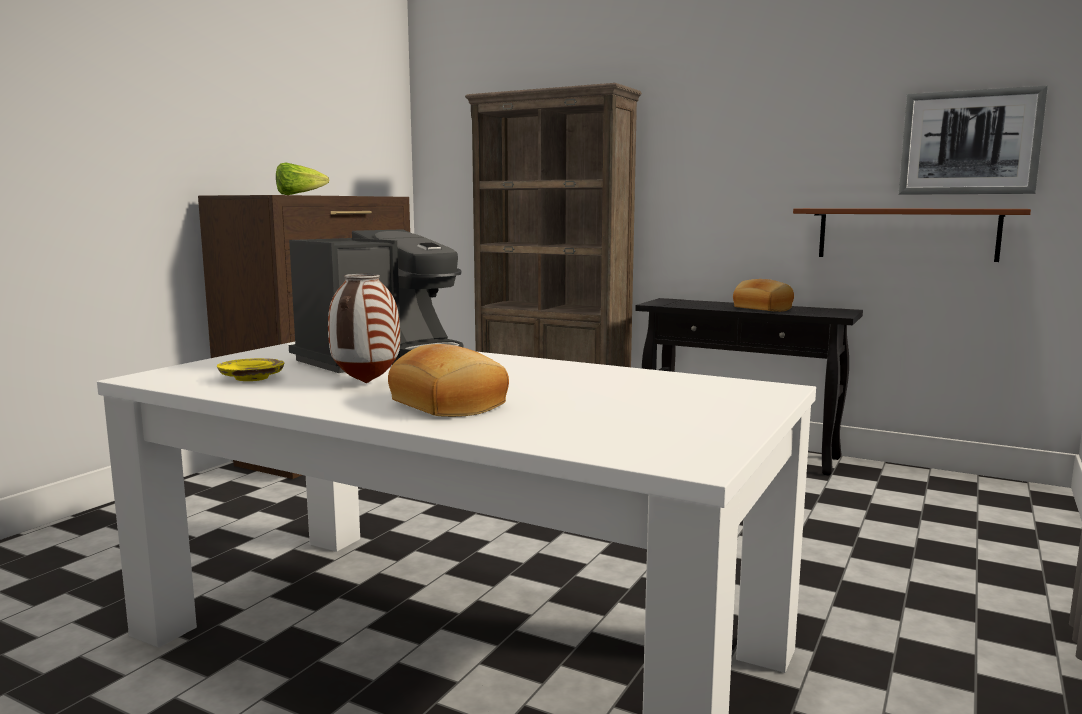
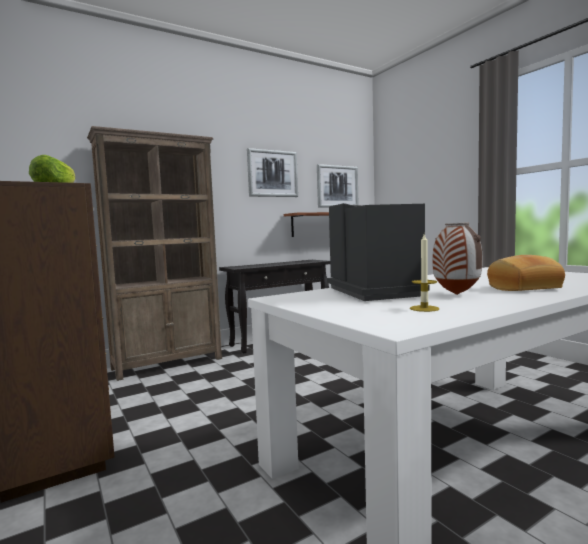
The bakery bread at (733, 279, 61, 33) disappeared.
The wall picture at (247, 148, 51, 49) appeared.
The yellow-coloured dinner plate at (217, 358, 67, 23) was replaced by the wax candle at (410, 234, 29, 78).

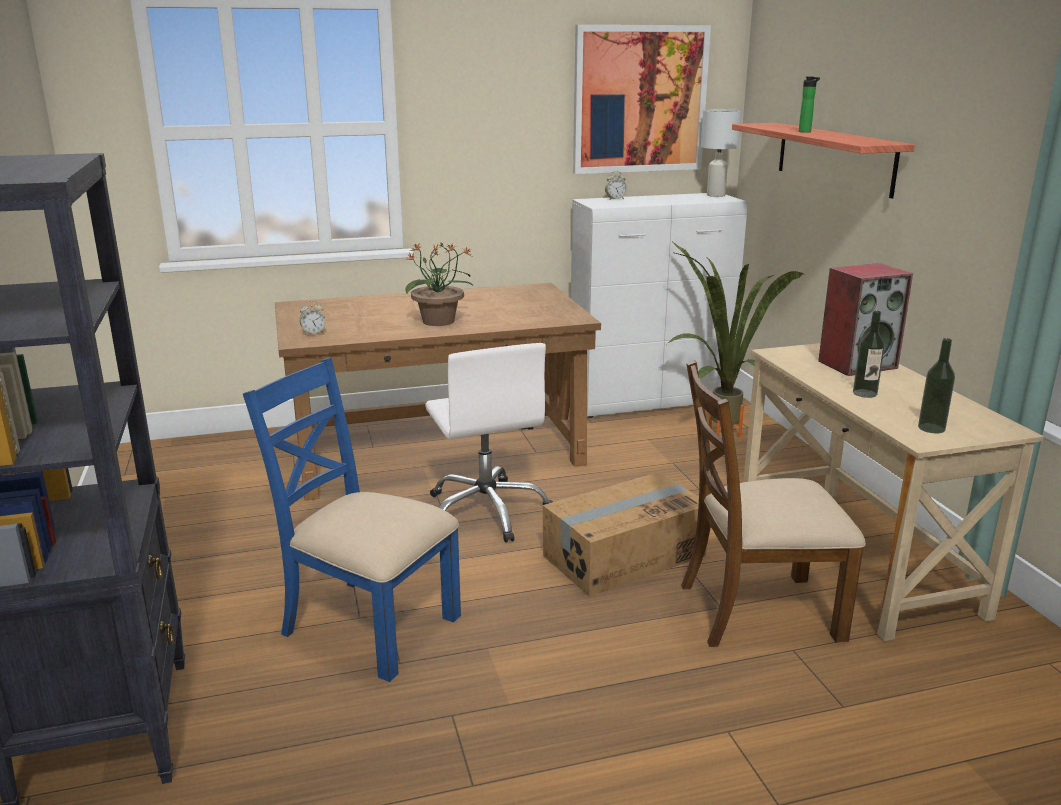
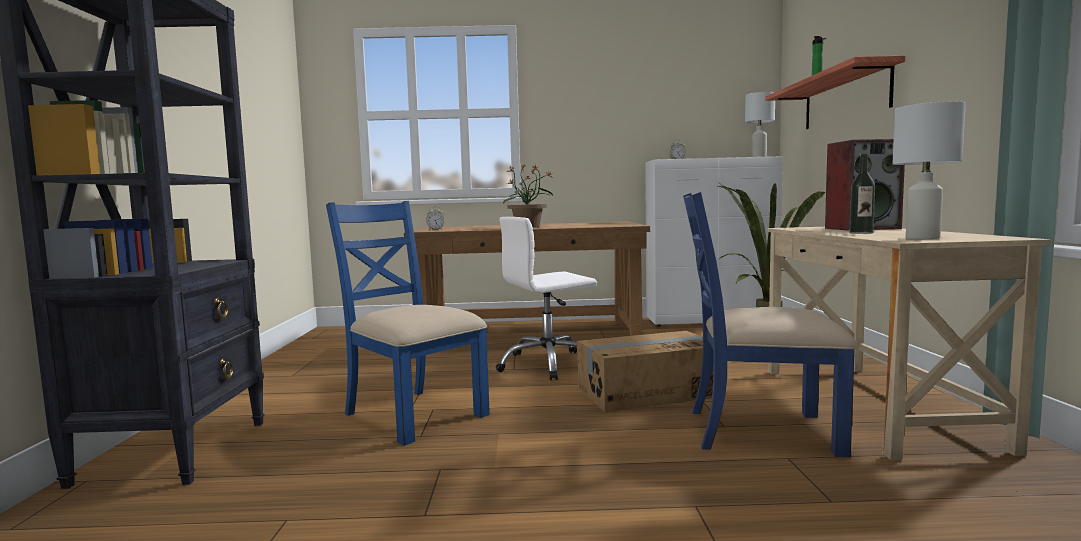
The wall picture at (573, 25, 138, 149) disappeared.
The bottle at (918, 338, 37, 95) was replaced by the white lamp for a table at (893, 101, 73, 138).
The brown-coloured chair at (681, 360, 185, 287) became the bluish chair at (683, 192, 174, 265).
The white office chair at (425, 343, 128, 200) turned 75 degrees clockwise.

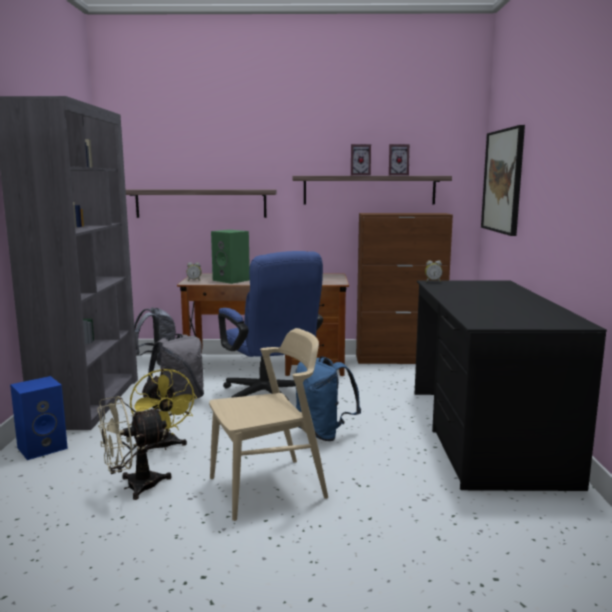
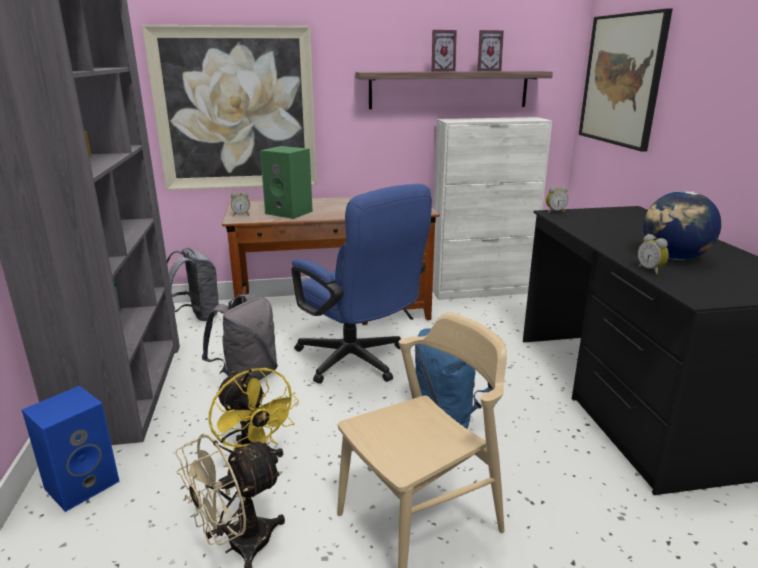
The table clock at (638, 234, 31, 41) appeared.
The world globe at (643, 191, 78, 69) appeared.
The wall shelf at (126, 190, 151, 28) was replaced by the wall picture at (142, 25, 175, 165).
The brown-coloured cabinet at (356, 213, 97, 151) became the white cabinet at (432, 117, 120, 183).

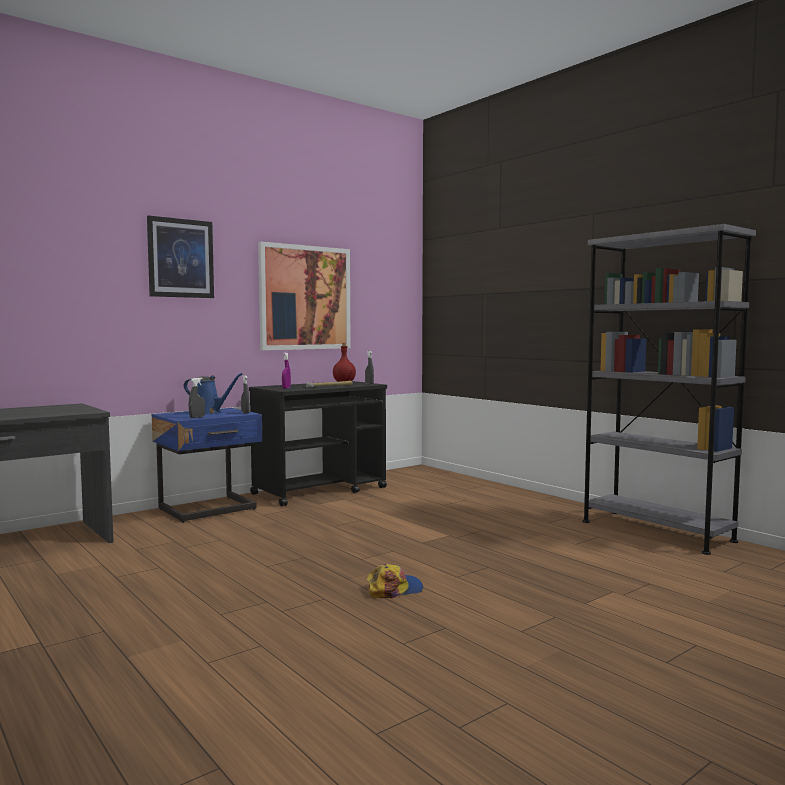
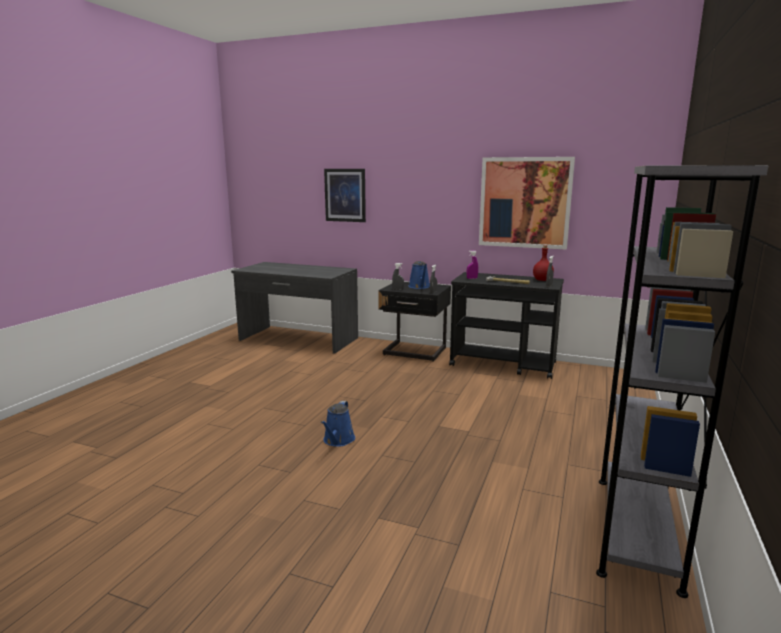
The wall picture moved from (147, 215, 67, 83) to (324, 169, 42, 53).
The peaked cap at (366, 564, 57, 34) was replaced by the bluish watering pot at (321, 401, 34, 46).
The bluish nightstand at (152, 408, 110, 115) became the black nightstand at (379, 282, 72, 80).

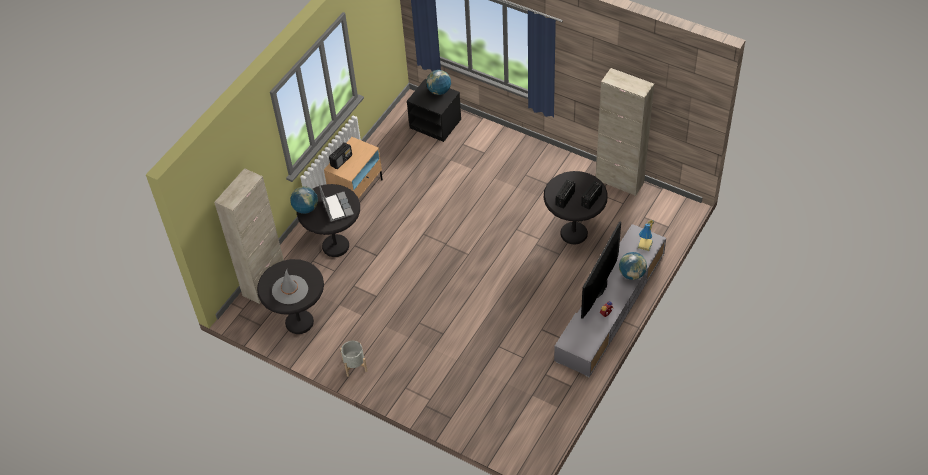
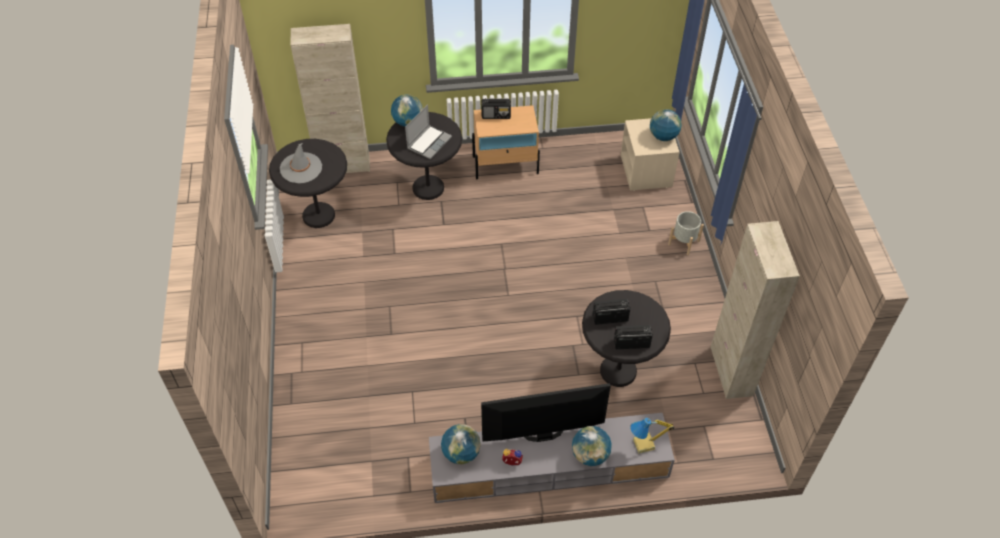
The world globe at (441, 424, 40, 40) appeared.
The grey plant pot moved from (340, 341, 27, 36) to (668, 211, 36, 44).
The black nightstand at (407, 79, 54, 63) became the sand-coloured nightstand at (621, 118, 59, 73).

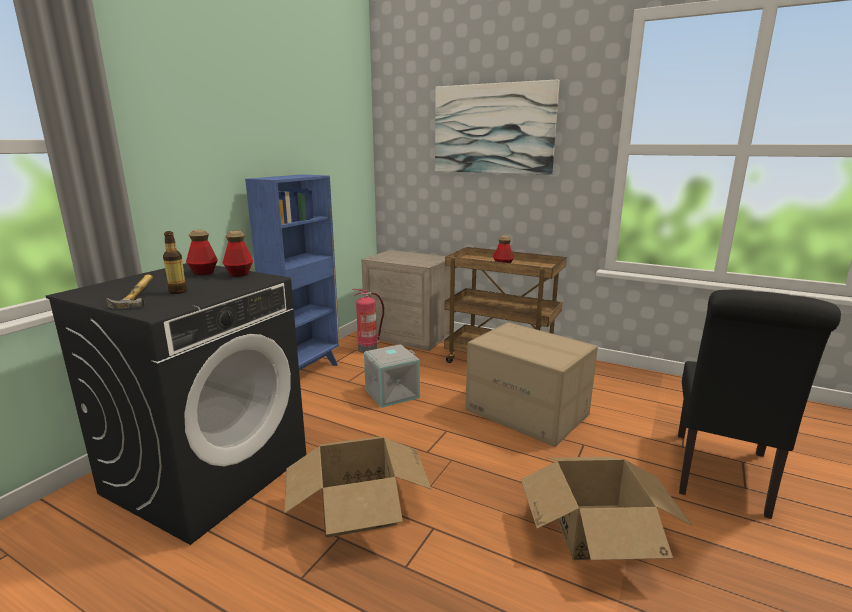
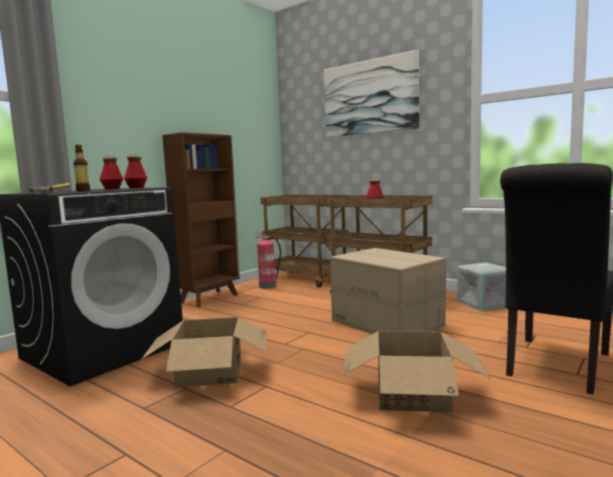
The grey storage bin moved from (364, 344, 56, 64) to (457, 262, 49, 49).
The sand-coloured nightstand at (361, 250, 90, 101) was replaced by the brown-coloured cart at (260, 195, 89, 93).
The bluish shelving unit at (245, 174, 95, 196) became the brown-coloured shelving unit at (162, 132, 78, 175).

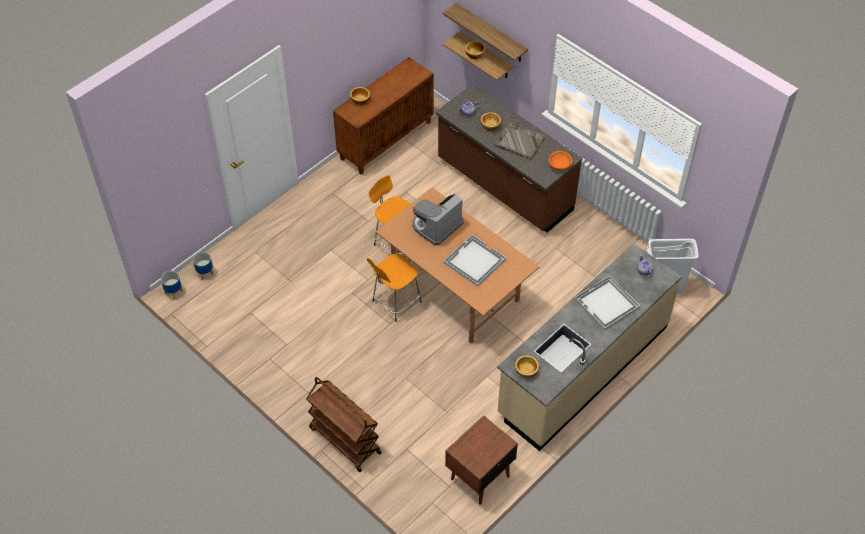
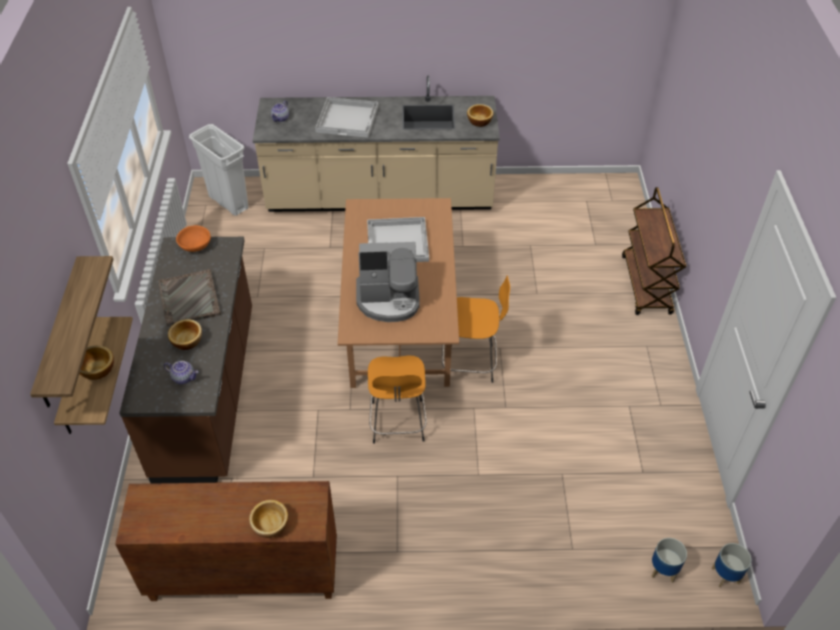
The brown-coloured nightstand at (445, 415, 73, 90) disappeared.

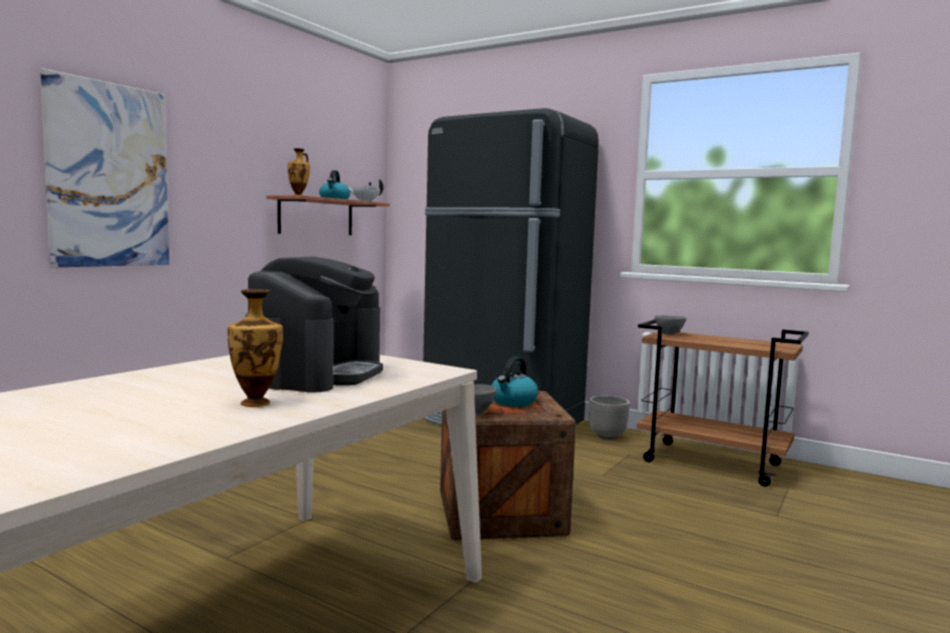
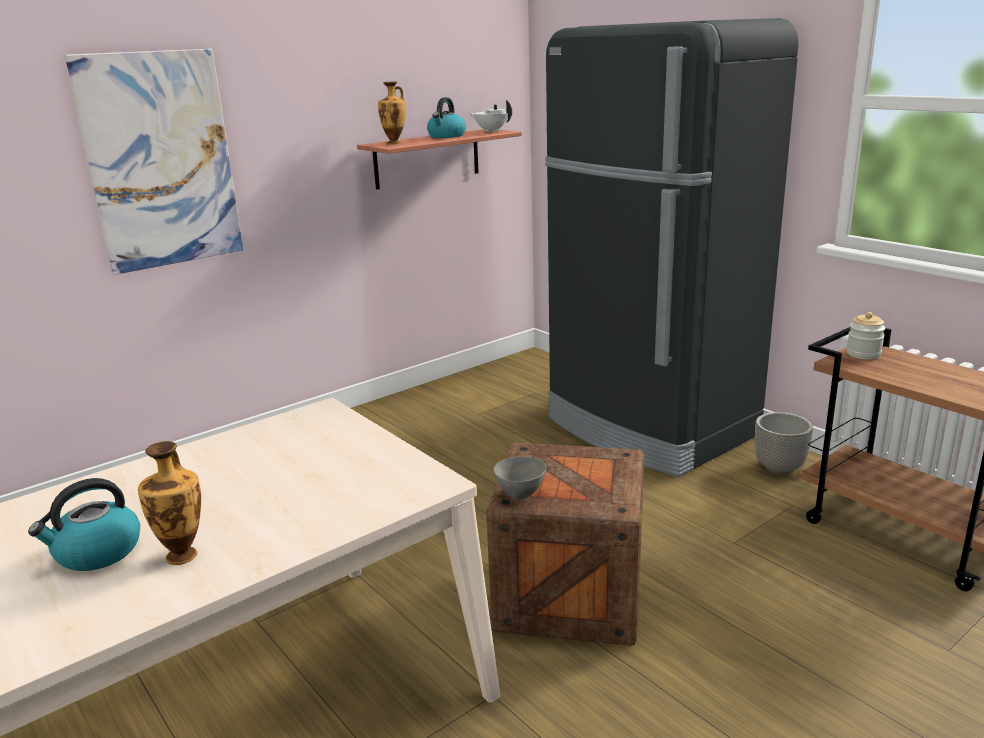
The coffee machine at (245, 256, 138, 137) disappeared.
The kettle moved from (491, 356, 47, 50) to (28, 478, 112, 93).
The grey deep dish at (654, 315, 32, 20) was replaced by the preserve jar at (846, 312, 40, 48).

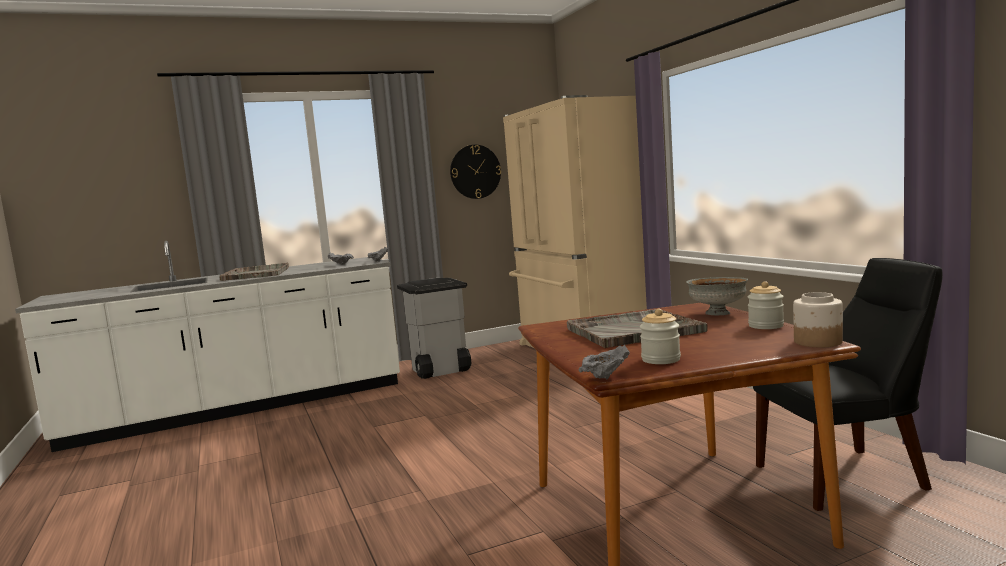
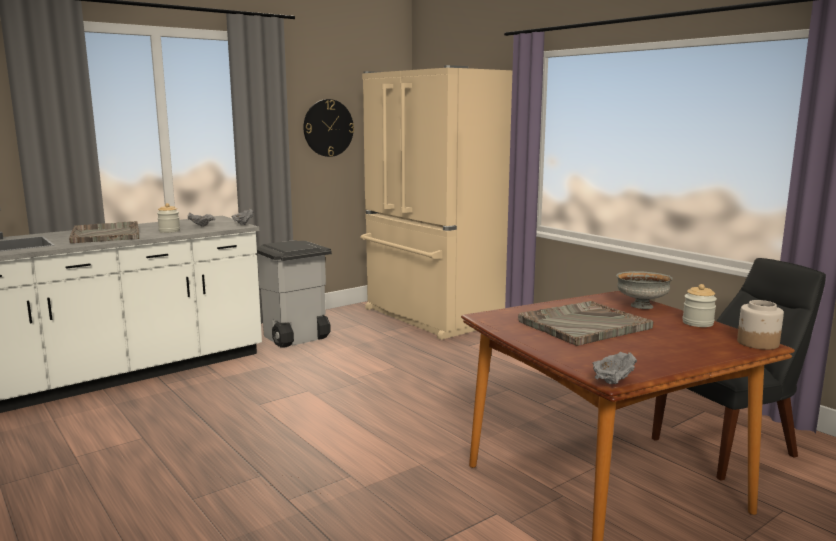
The preserve jar moved from (640, 309, 41, 55) to (157, 203, 23, 30).

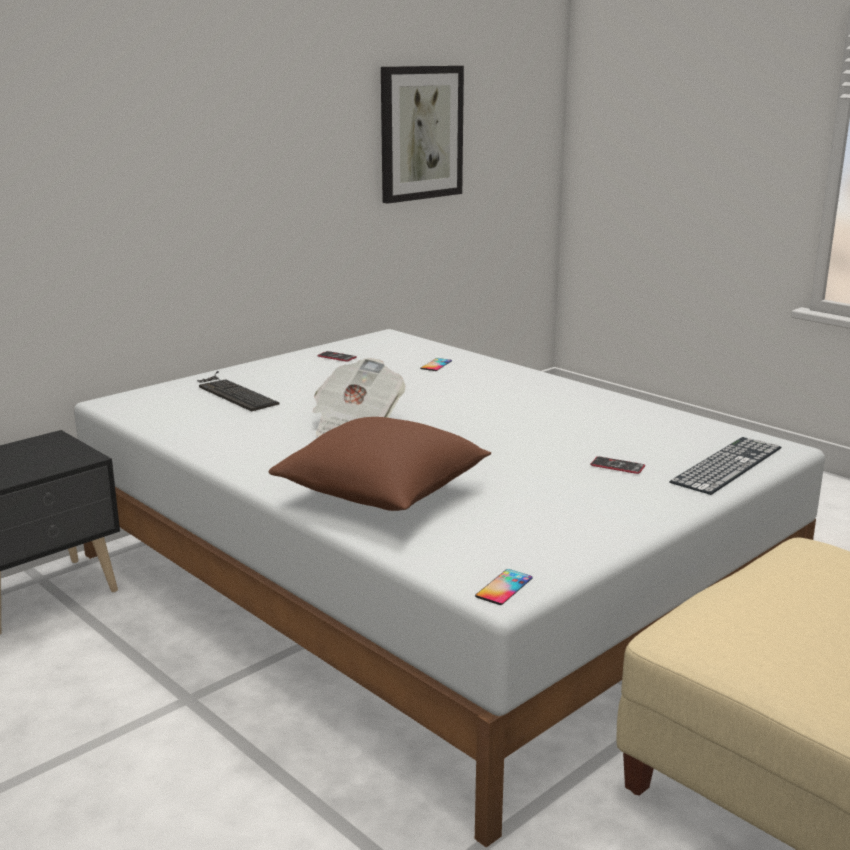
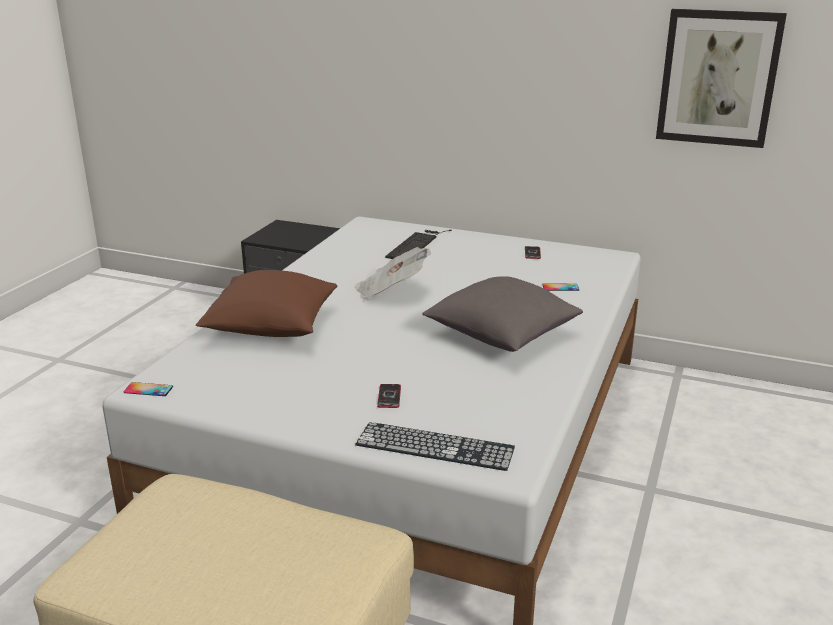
The grey throw pillow at (422, 276, 161, 76) appeared.

